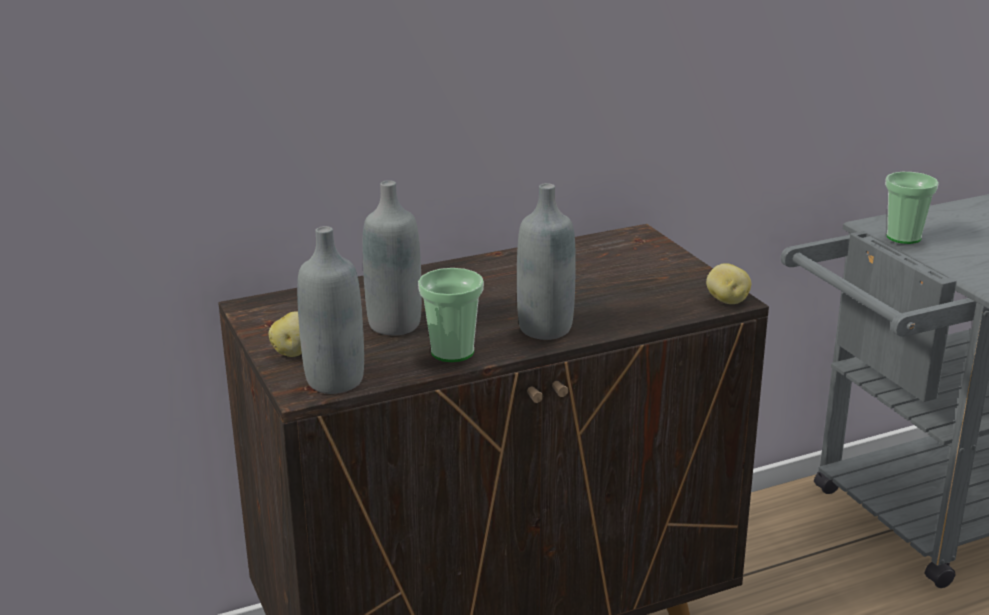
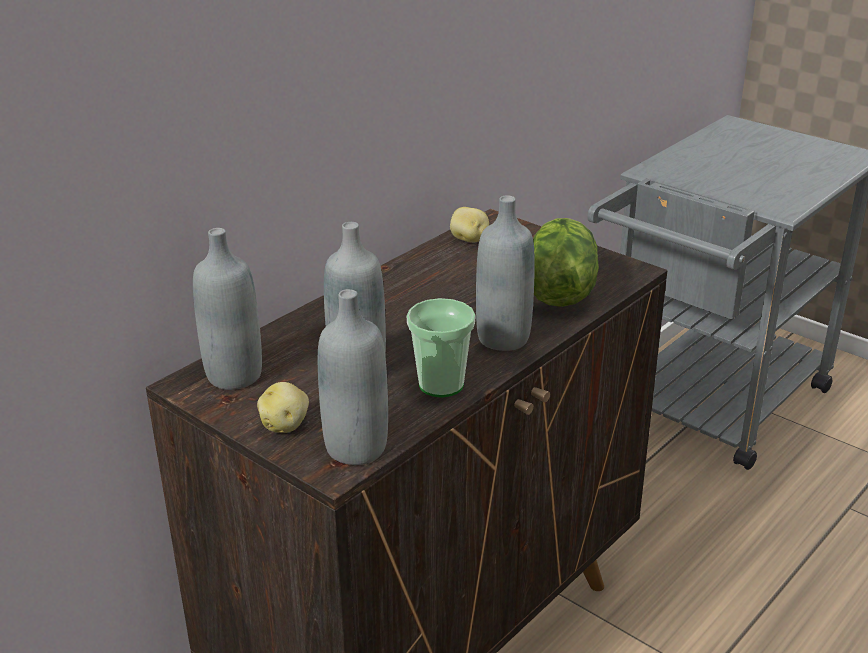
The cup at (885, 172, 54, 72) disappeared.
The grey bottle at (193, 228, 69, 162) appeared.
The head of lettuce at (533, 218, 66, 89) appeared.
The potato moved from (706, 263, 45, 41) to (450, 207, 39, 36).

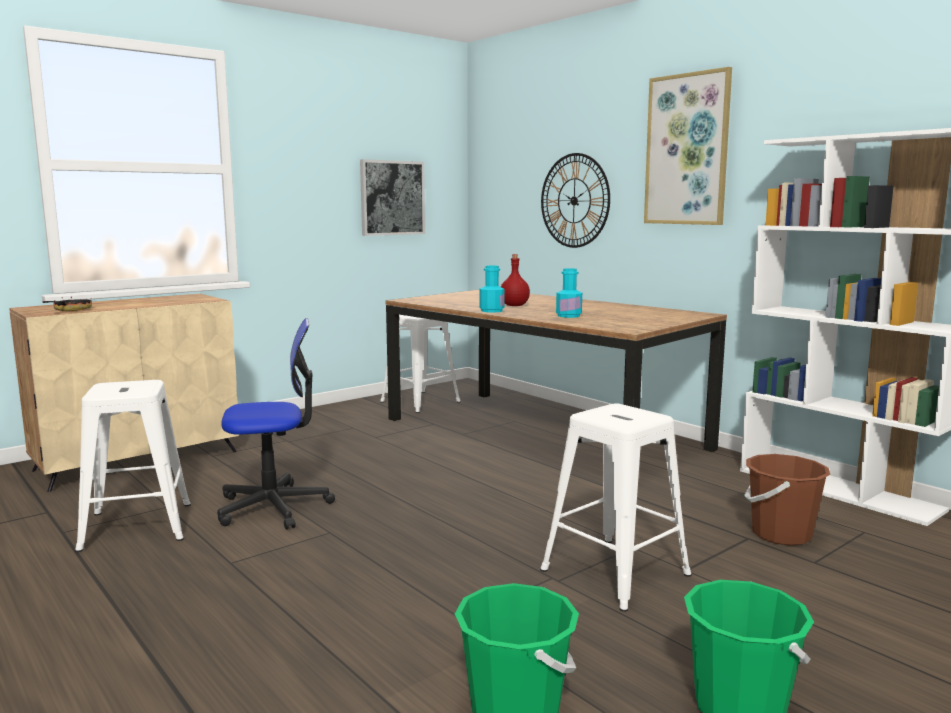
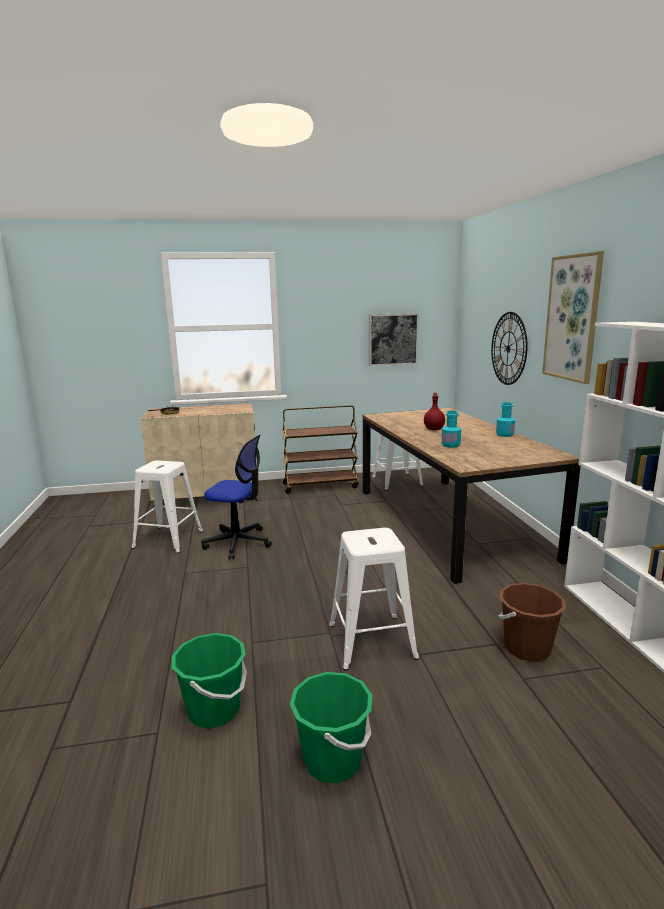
The brown-coloured cart at (283, 405, 76, 89) appeared.
The turquoise bottle moved from (479, 265, 26, 48) to (496, 402, 19, 35).

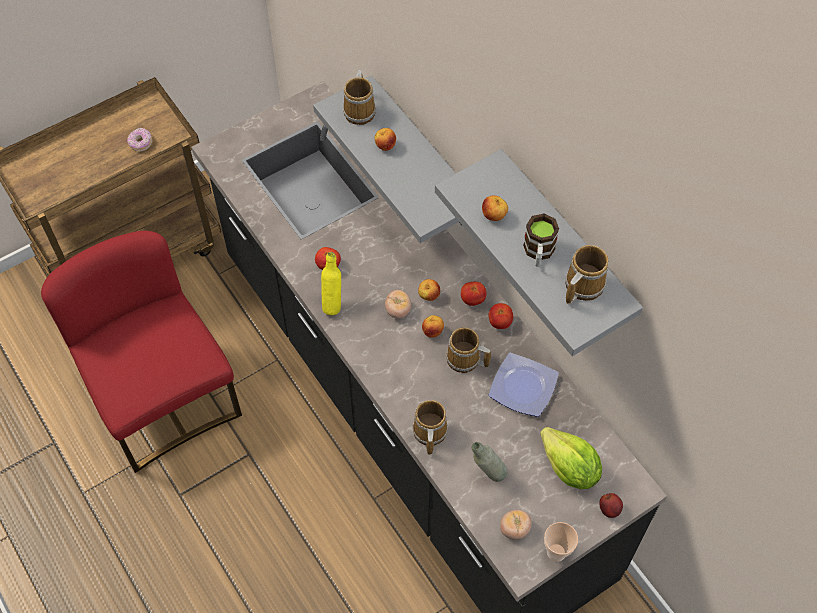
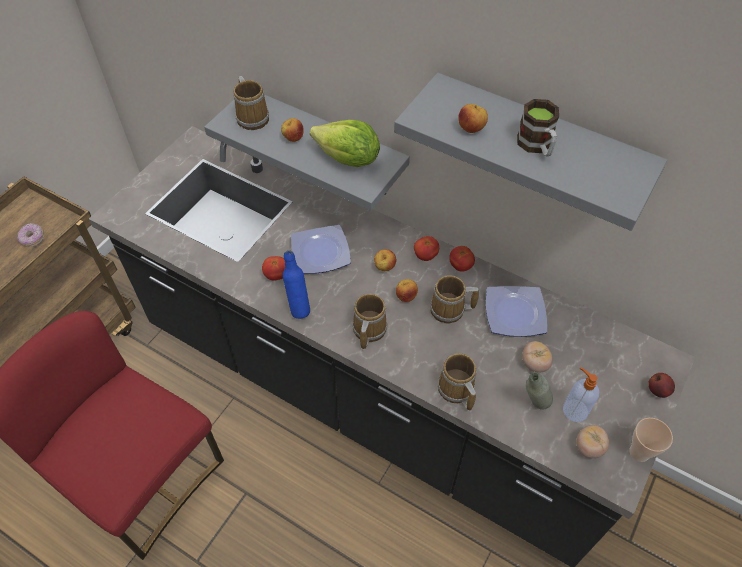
The dinner plate at (291, 225, 60, 49) appeared.
The liquid soap bottle at (563, 367, 36, 55) appeared.
The tomato moved from (385, 290, 26, 29) to (522, 341, 31, 32).
The head of lettuce moved from (540, 427, 62, 62) to (310, 120, 70, 47).
The coffee mug moved from (565, 245, 44, 59) to (352, 294, 36, 55).
The yellow-coloured bottle at (321, 252, 20, 63) became the bluish bottle at (283, 250, 27, 69).

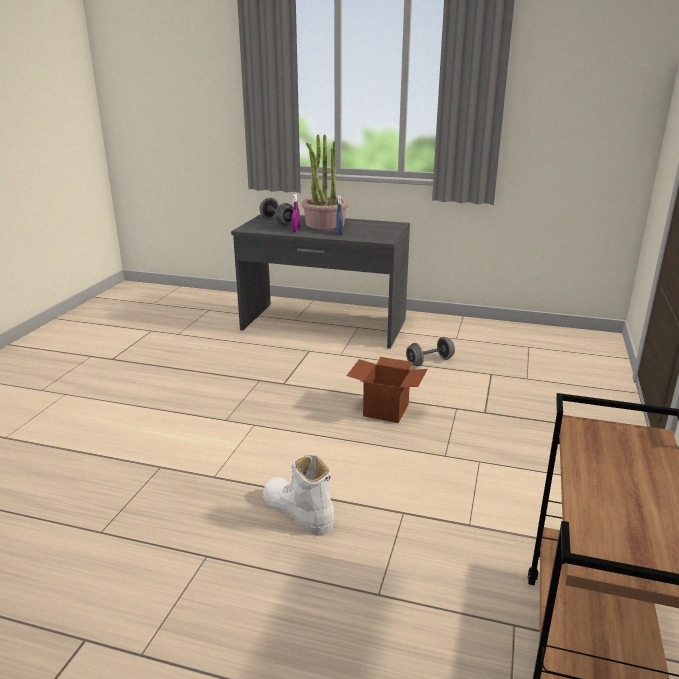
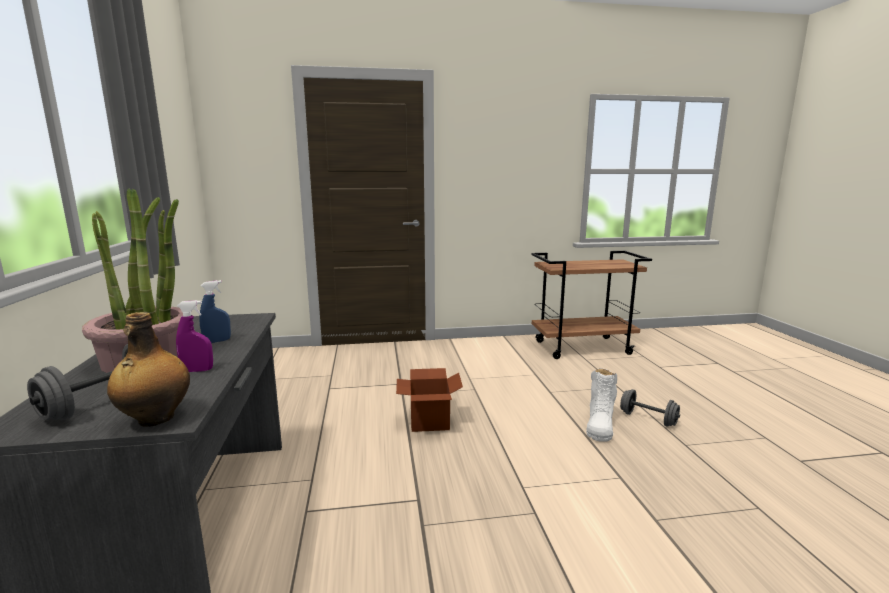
The bottle at (107, 312, 83, 115) appeared.
The grey free weight moved from (406, 337, 49, 30) to (620, 389, 60, 38).

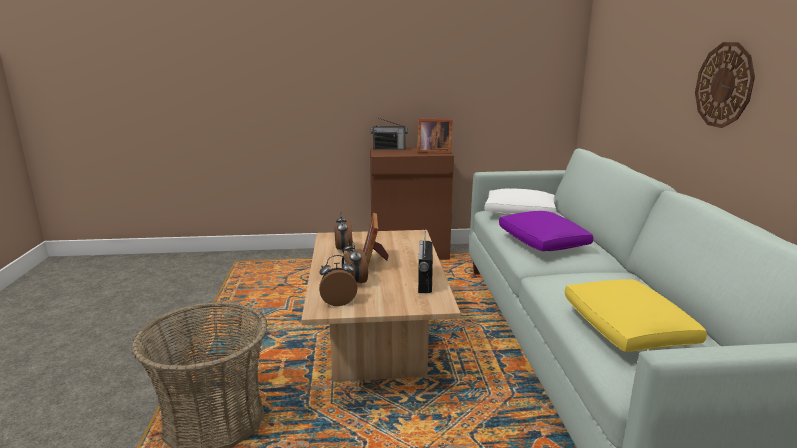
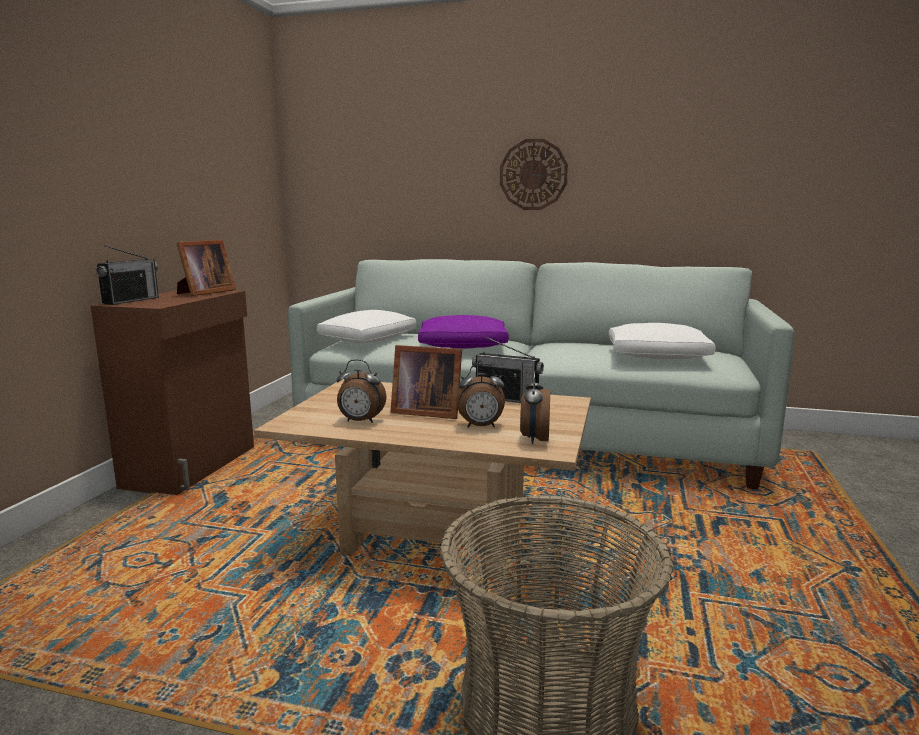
The yellow-coloured throw pillow at (565, 279, 142, 73) became the white throw pillow at (609, 323, 107, 36).

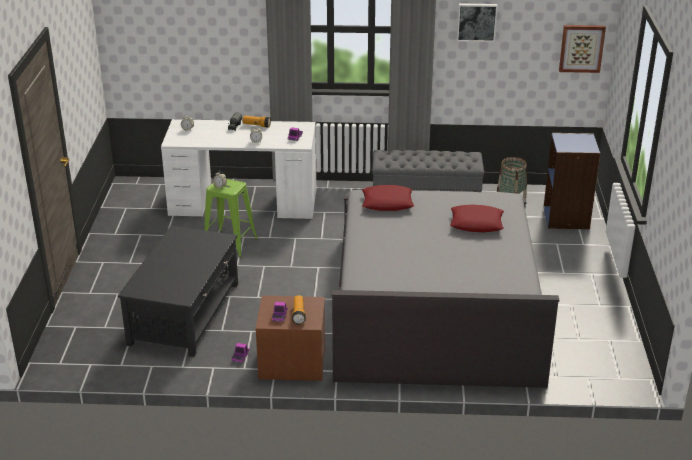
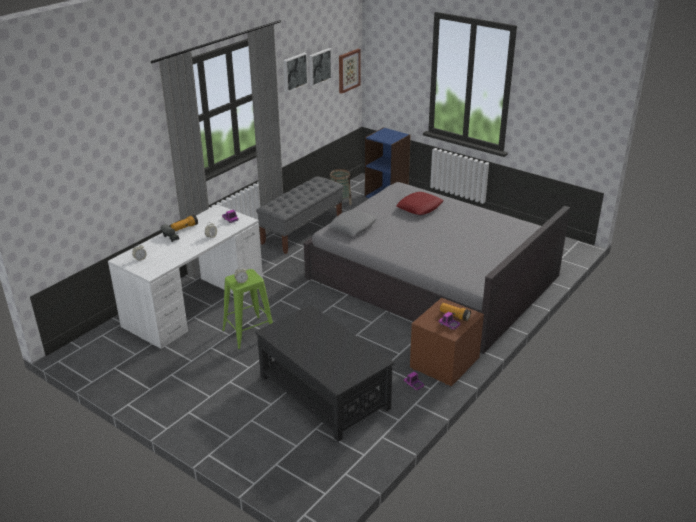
The wall picture at (309, 48, 23, 38) appeared.
The reddish throw pillow at (362, 185, 52, 26) became the grey throw pillow at (329, 210, 48, 25).

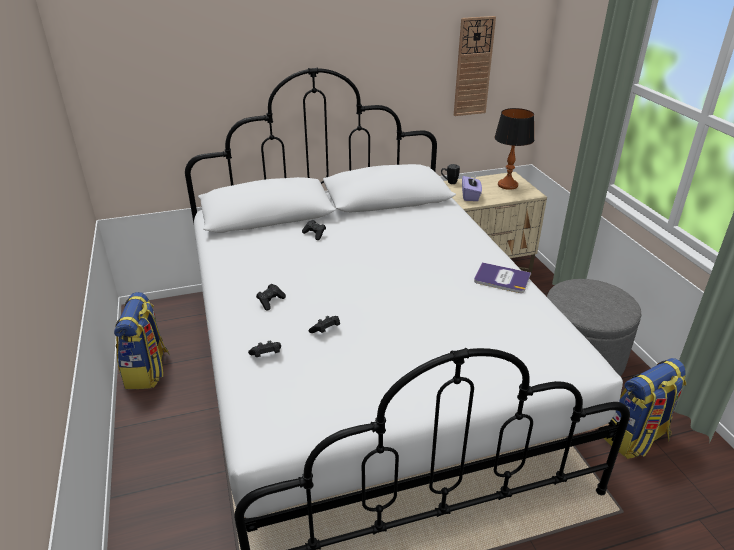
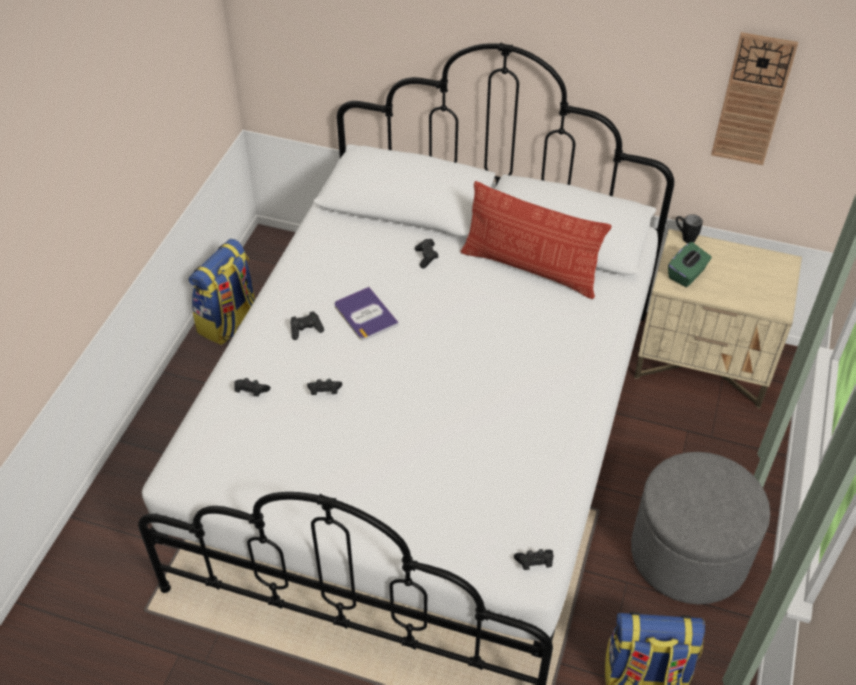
The lamp for a table at (494, 108, 40, 82) disappeared.
The throw pillow at (461, 181, 150, 118) appeared.
The black game controller at (514, 549, 40, 21) appeared.
The volume moved from (474, 262, 57, 31) to (335, 287, 64, 53).
The purple tissue holder at (462, 174, 20, 27) became the green-coloured tissue holder at (668, 242, 44, 45).

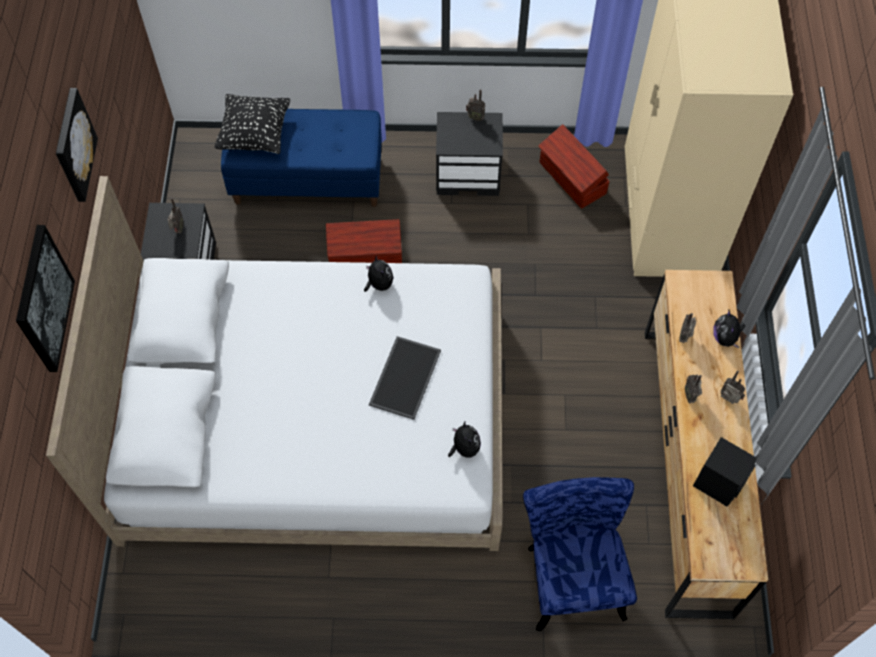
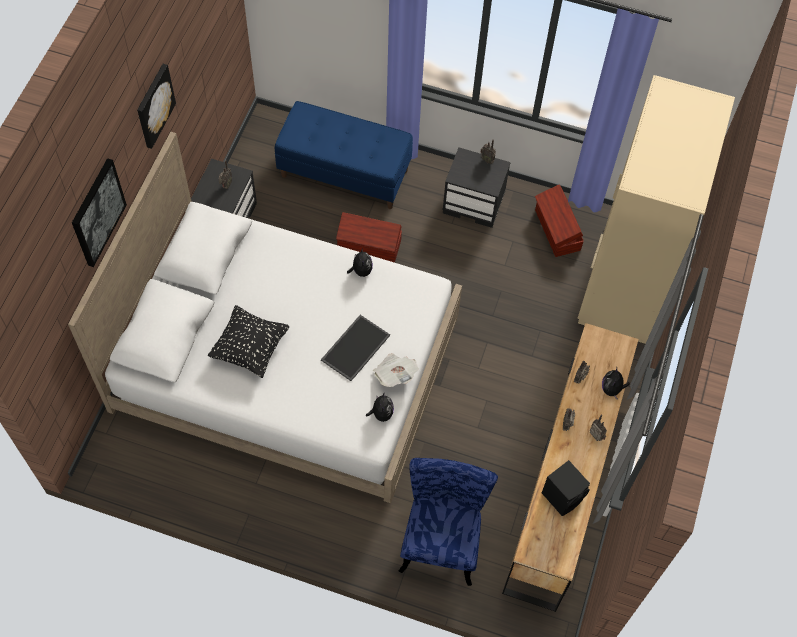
The printed paper at (373, 353, 46, 34) appeared.
The black throw pillow moved from (214, 94, 76, 60) to (208, 305, 81, 73).

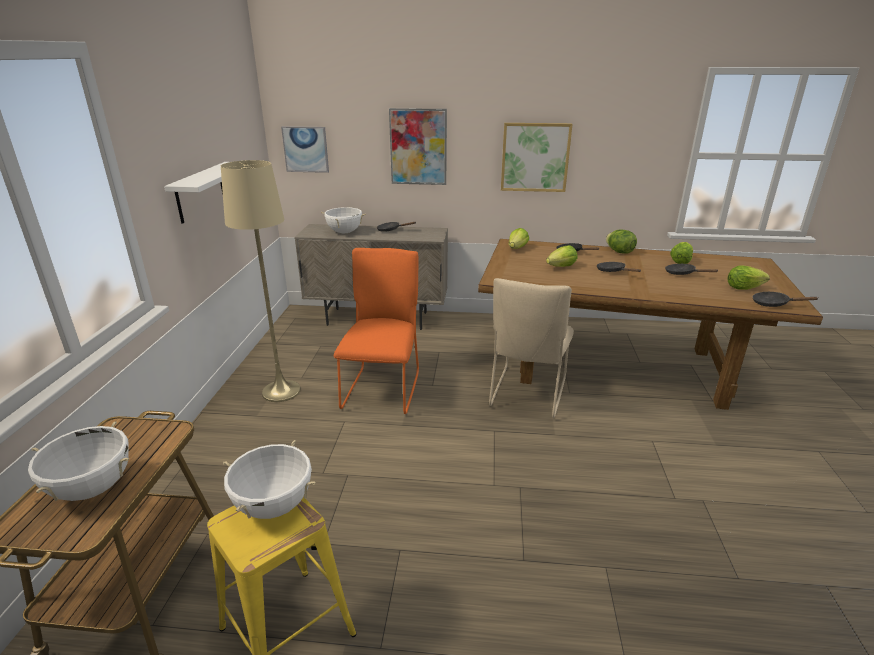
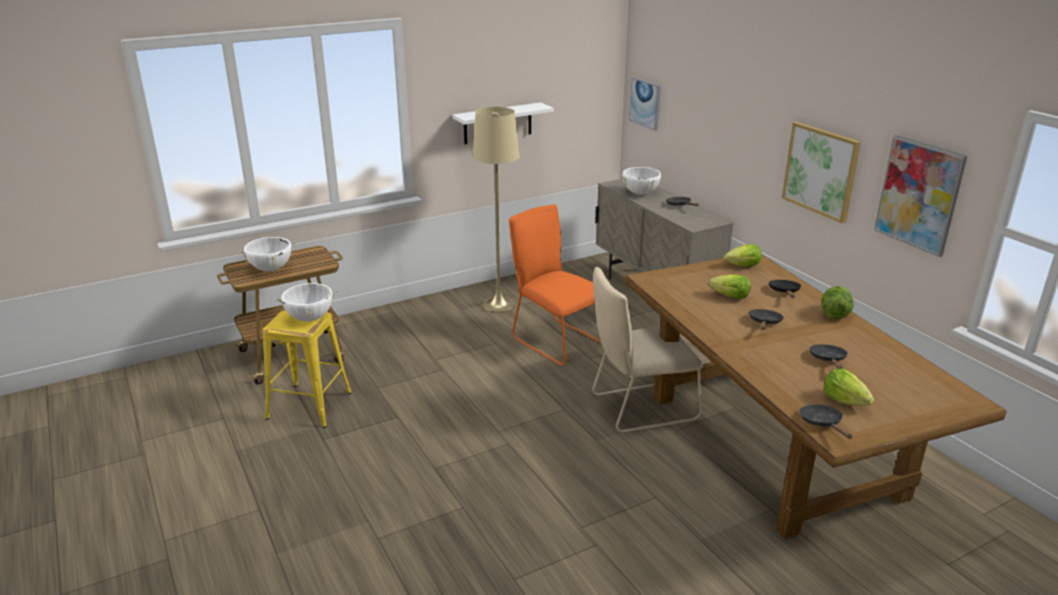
The head of lettuce at (670, 242, 23, 22) disappeared.
The wall picture moved from (389, 108, 58, 77) to (874, 135, 93, 122).
The orangey chair at (334, 248, 85, 166) turned 105 degrees counterclockwise.

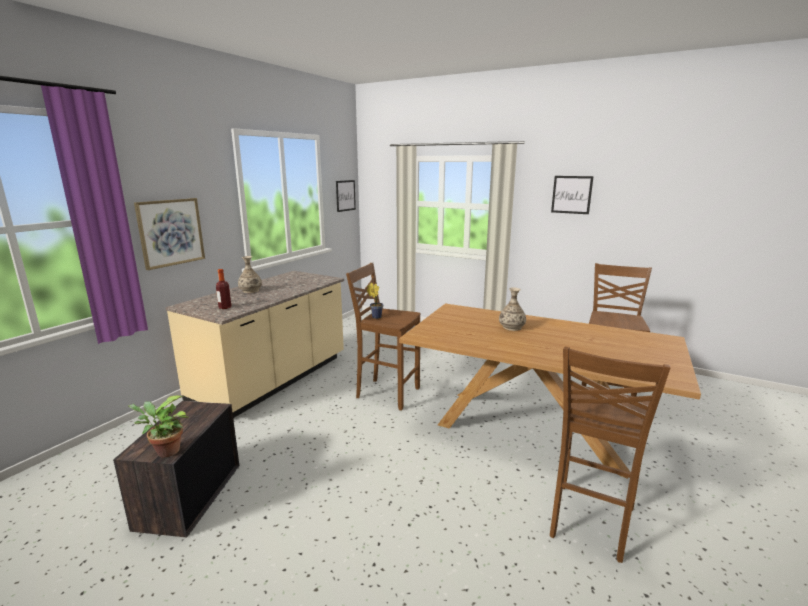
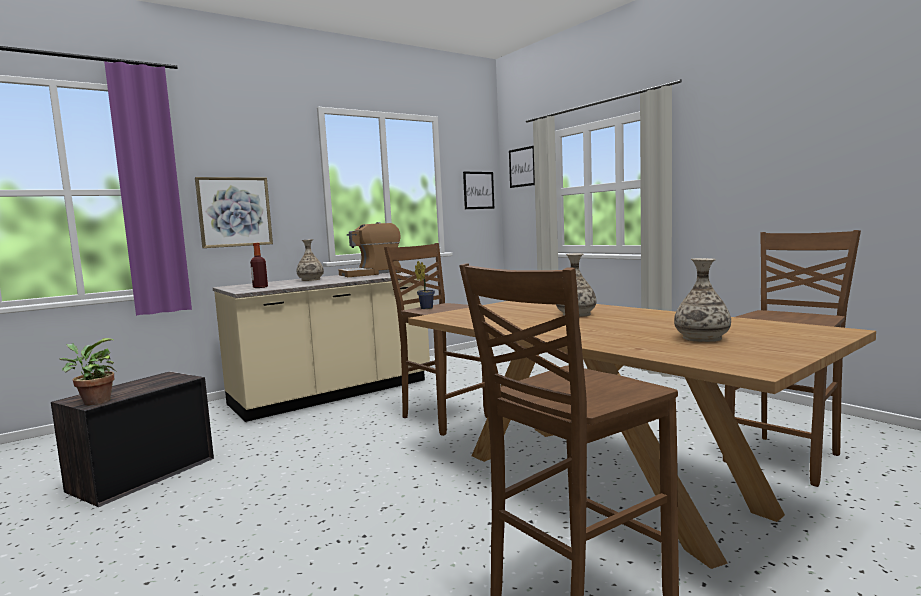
The coffee machine at (339, 222, 62, 55) appeared.
The vase at (674, 258, 57, 84) appeared.
The wall picture moved from (551, 176, 43, 38) to (509, 146, 26, 42).

